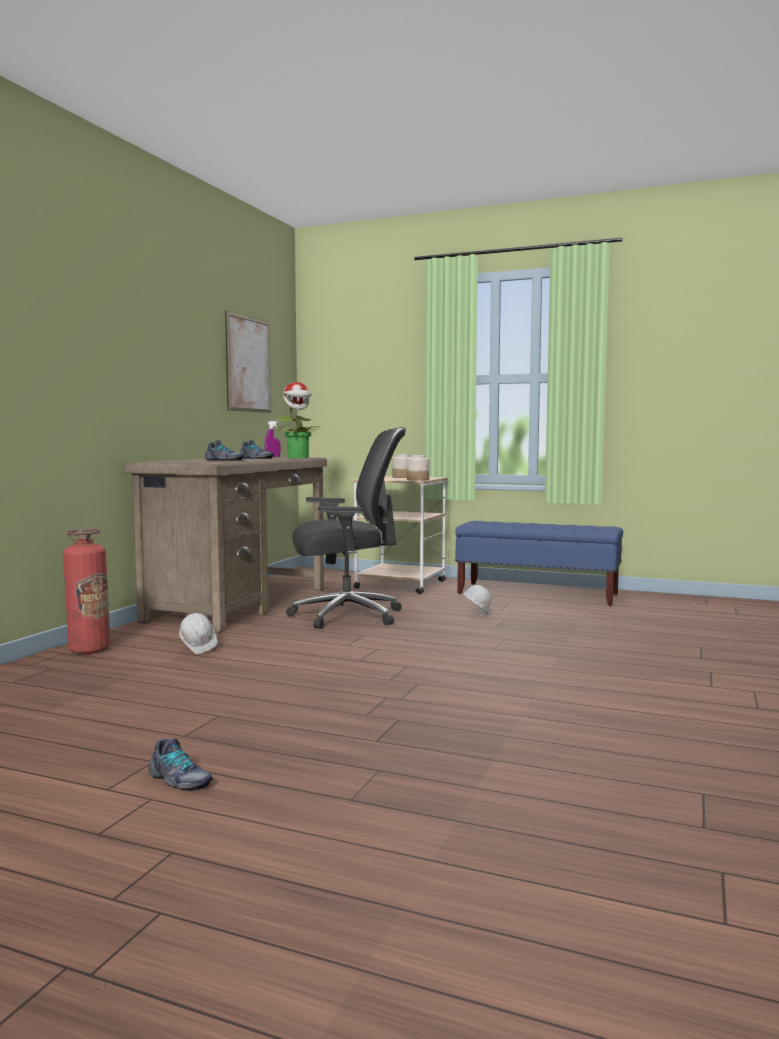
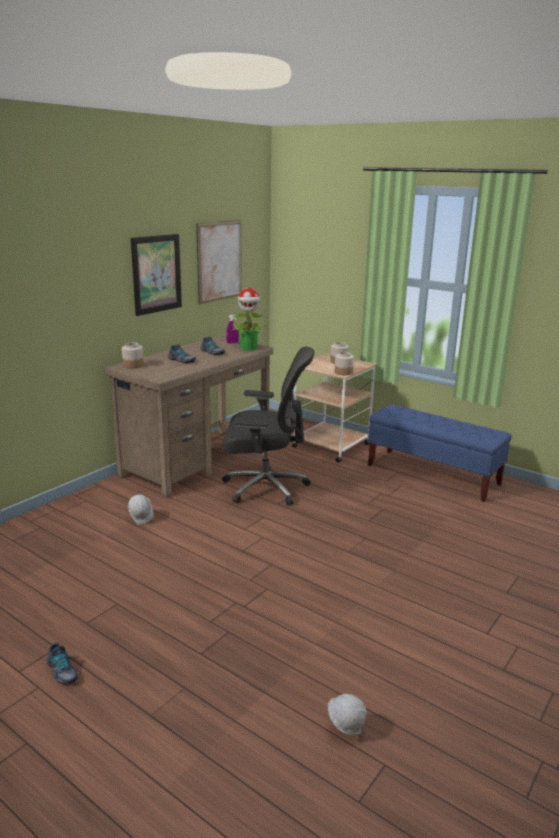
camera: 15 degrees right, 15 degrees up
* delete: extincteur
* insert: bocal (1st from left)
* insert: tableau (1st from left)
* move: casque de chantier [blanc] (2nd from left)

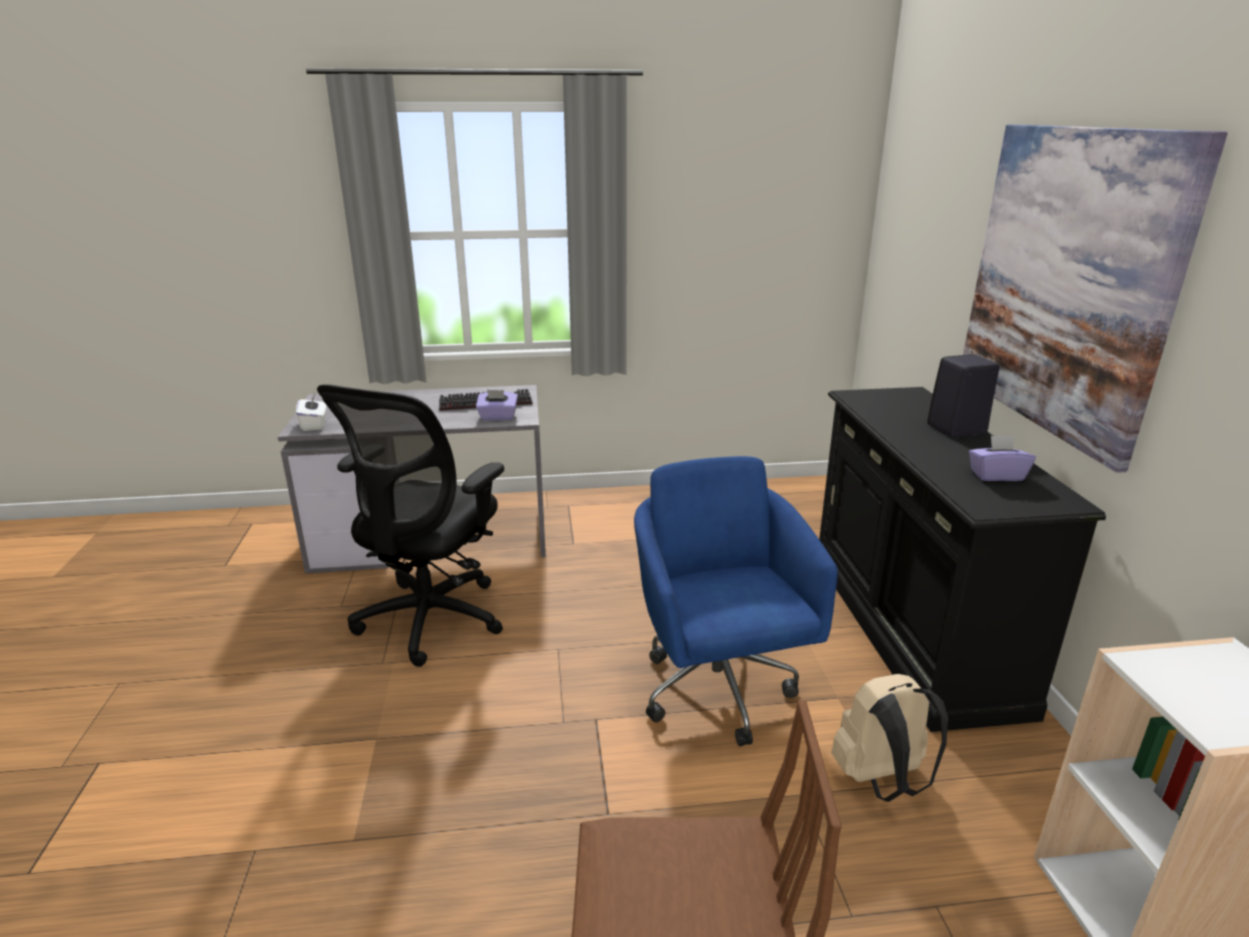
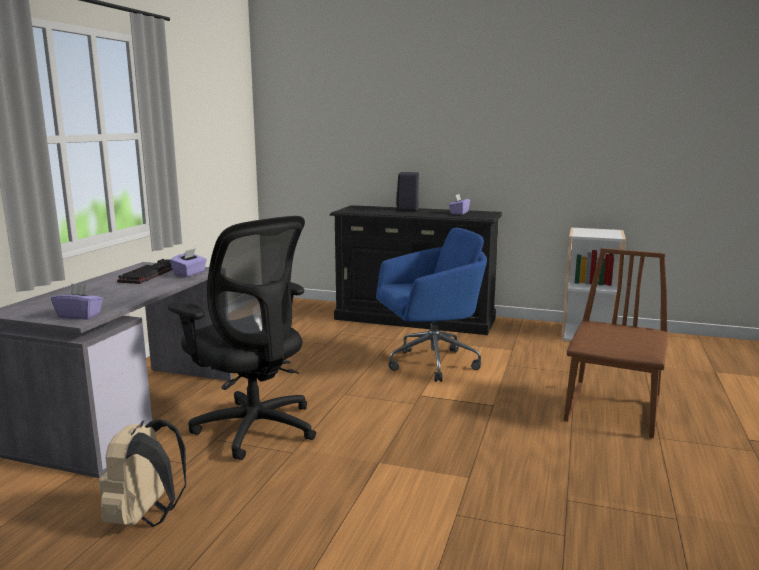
camera: 65 degrees left, 10 degrees down
* delete: tableau
* move: sac à dos [beige]
* recolor: boîte à mouchoirs [blanc] to boîte à mouchoirs [violet] (1st from left)
* rotate: chaise de bureau [bleu] 150 degrees clockwise

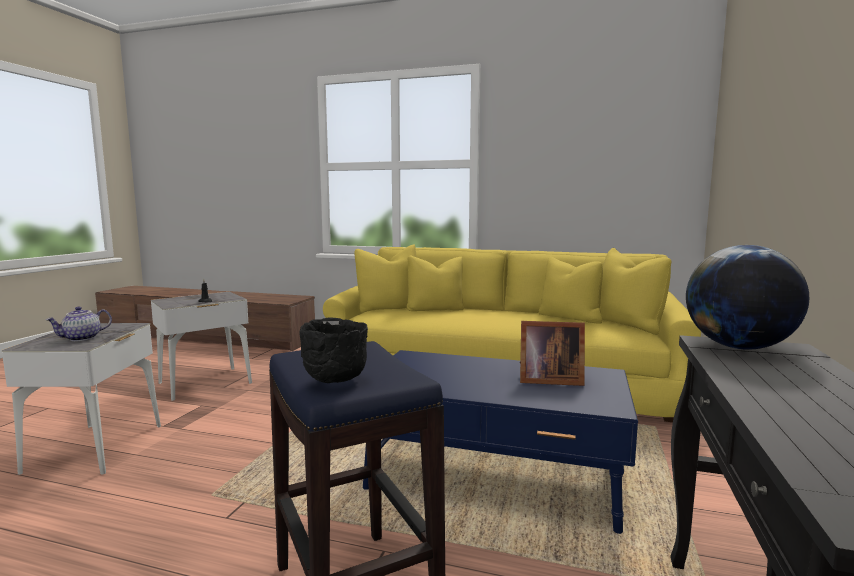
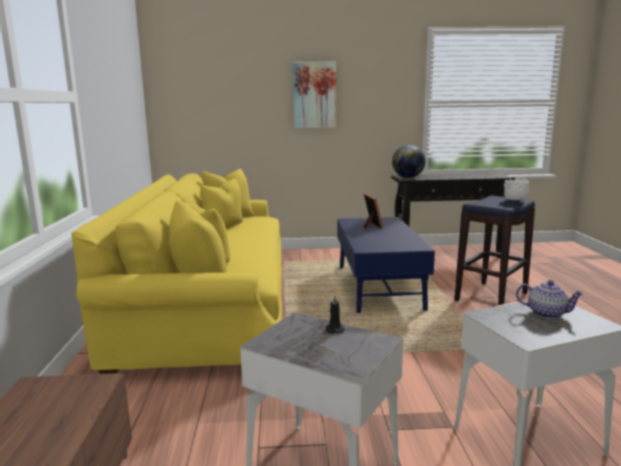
camera: 110 degrees left, 5 degrees up
* insert: tableau
* recolor: bol [noir] to bol [blanc]

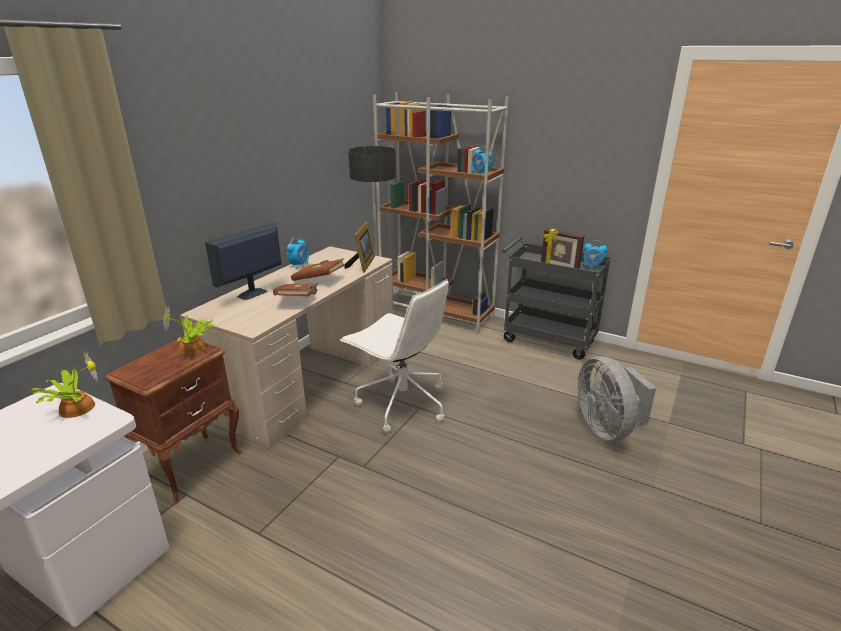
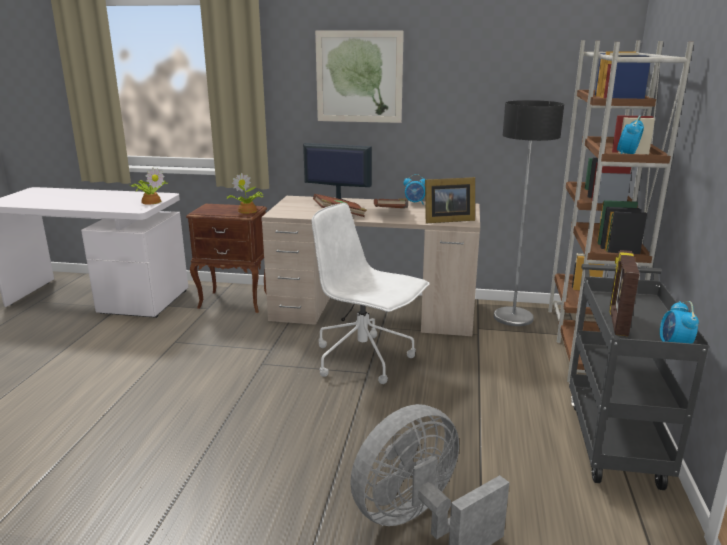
camera: 70 degrees right, 5 degrees down
* insert: tableau
* rotate: chaise de bureau [blanc] 105 degrees clockwise

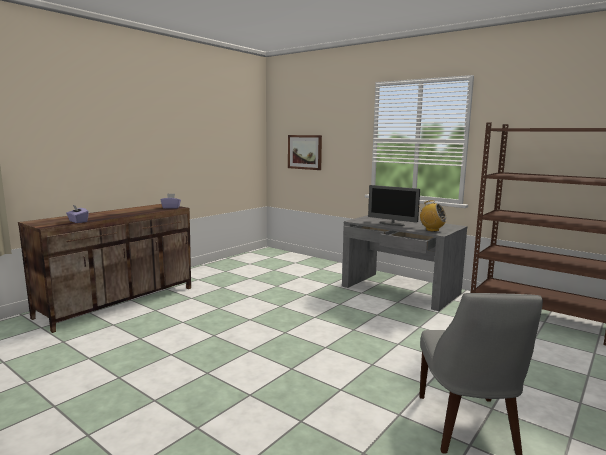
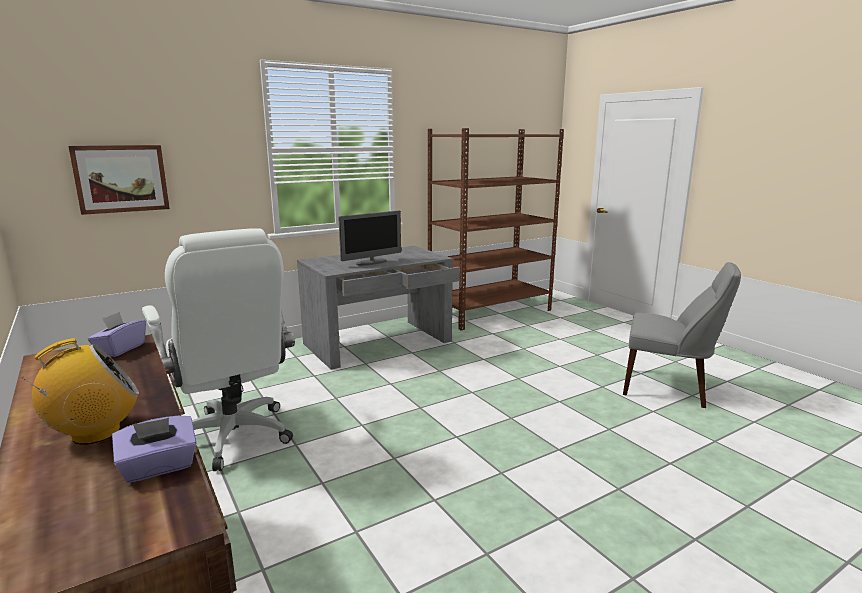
camera: 70 degrees left, 5 degrees up
* insert: chaise de bureau [blanc]
* move: radio

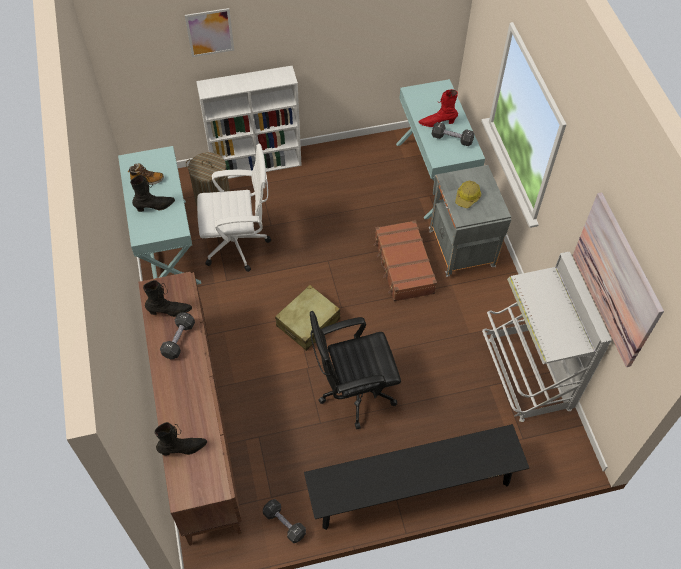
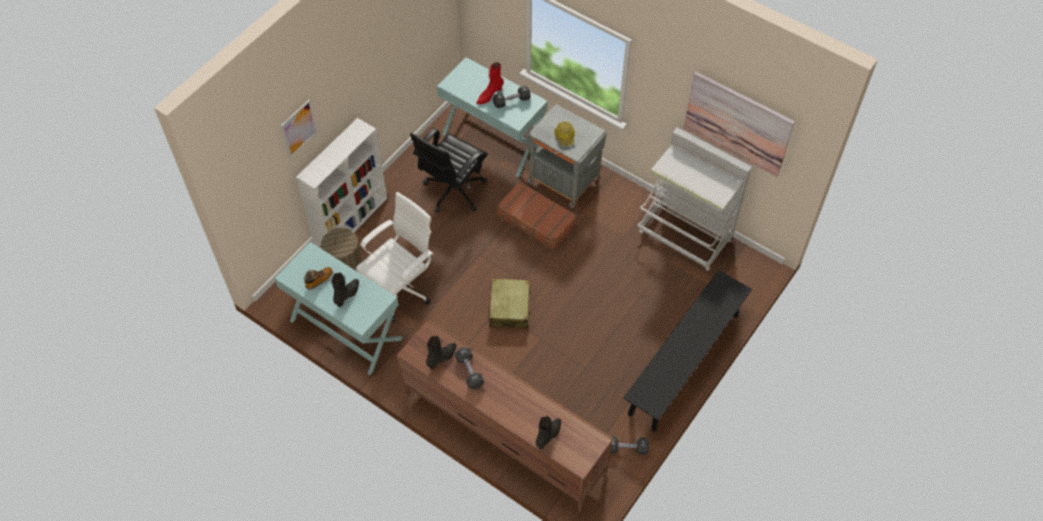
camera: 40 degrees left, 0 degrees up
* move: chaise de bureau [noir]

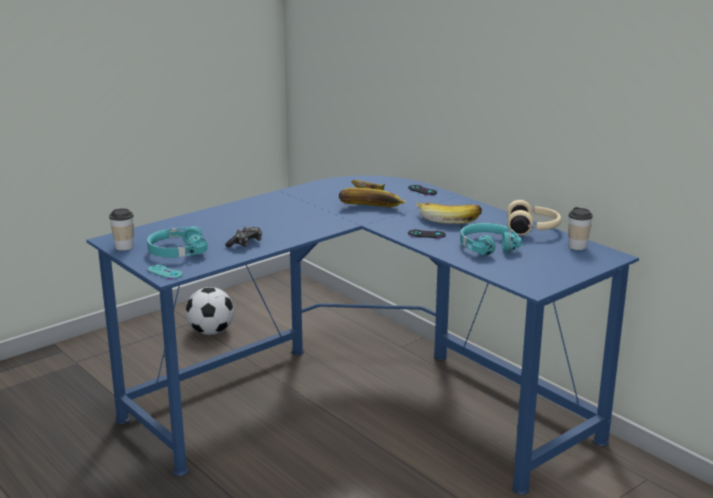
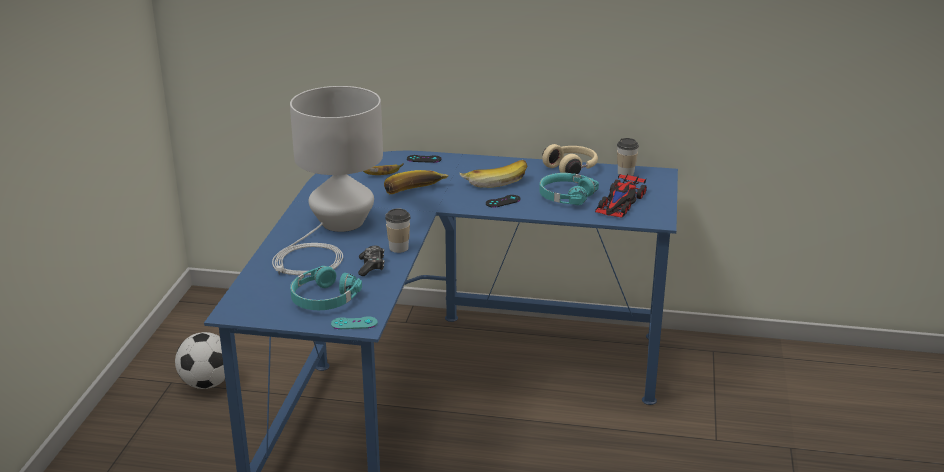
camera: 40 degrees left, 5 degrees up
* insert: lampe de table [gris]
* insert: petite voiture
* move: tasse (1st from left)

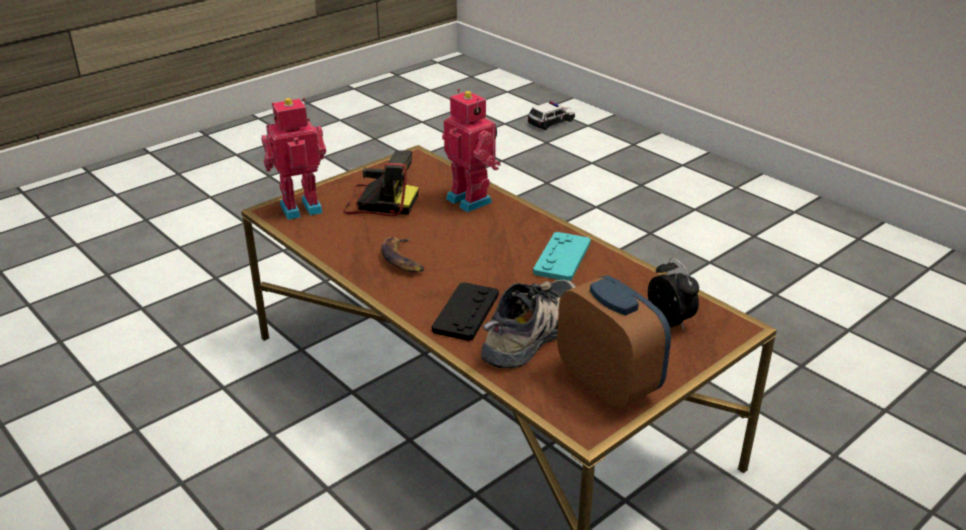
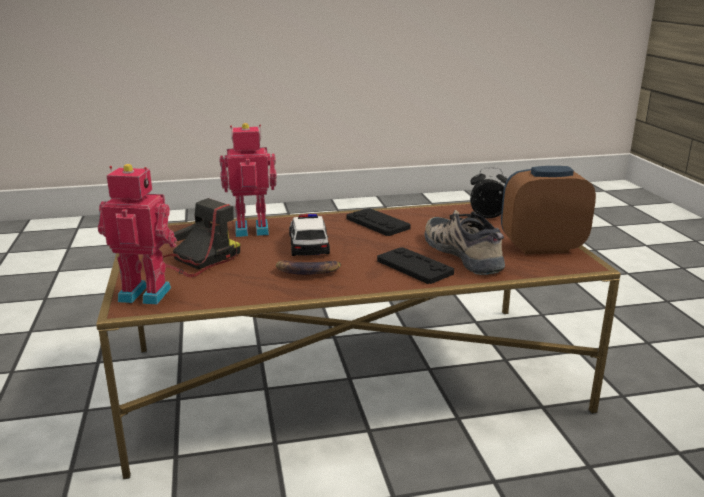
camera: 60 degrees left, 10 degrees down
* move: petite voiture
* recolor: manette [turquoise] to manette [noir] (1st from left)
* rotate: robot jouet (1st from left) 90 degrees clockwise

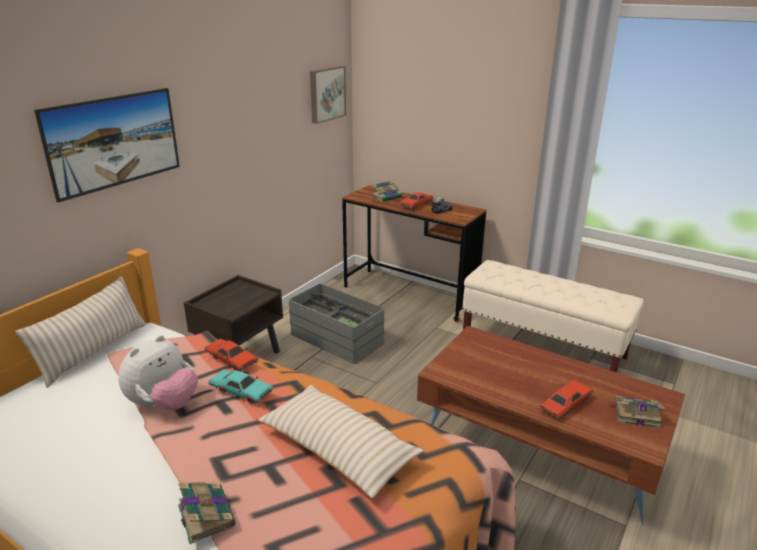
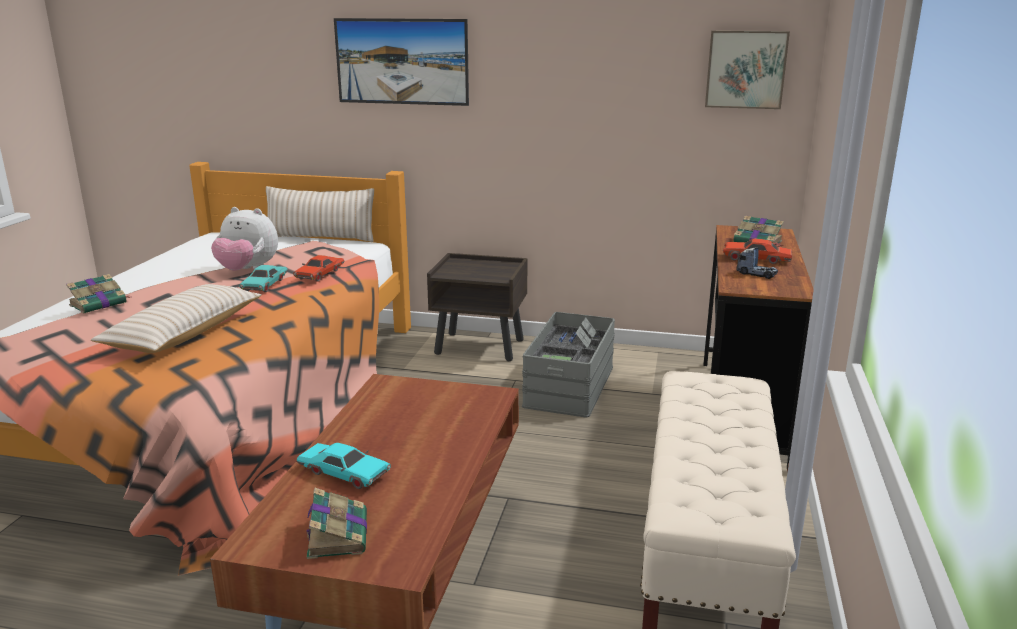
camera: 70 degrees right, 5 degrees down
* recolor: petite voiture [rouge] (3rd from left) to petite voiture [turquoise] (2nd from left)

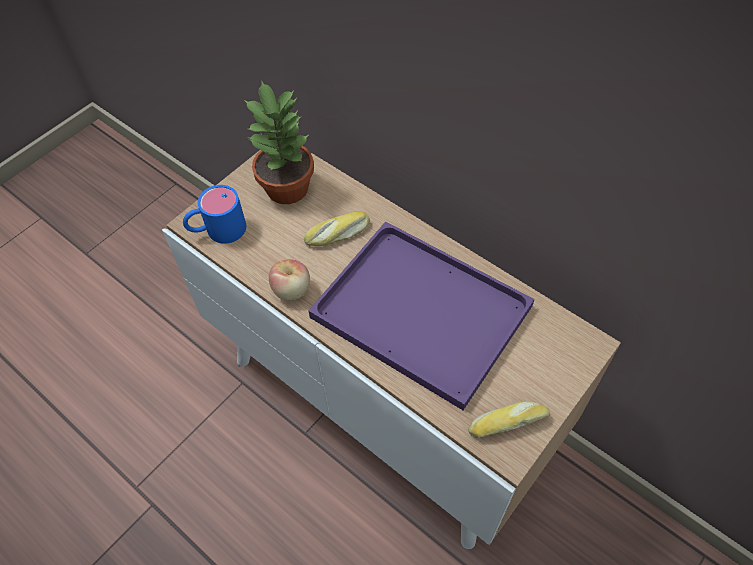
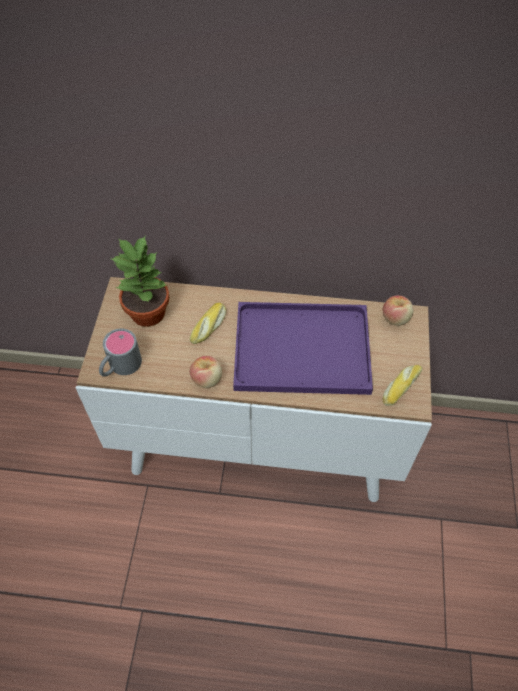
camera: 35 degrees left, 0 degrees up
* insert: pomme (2nd from left)
* recolor: mug [bleu] to mug [gris]

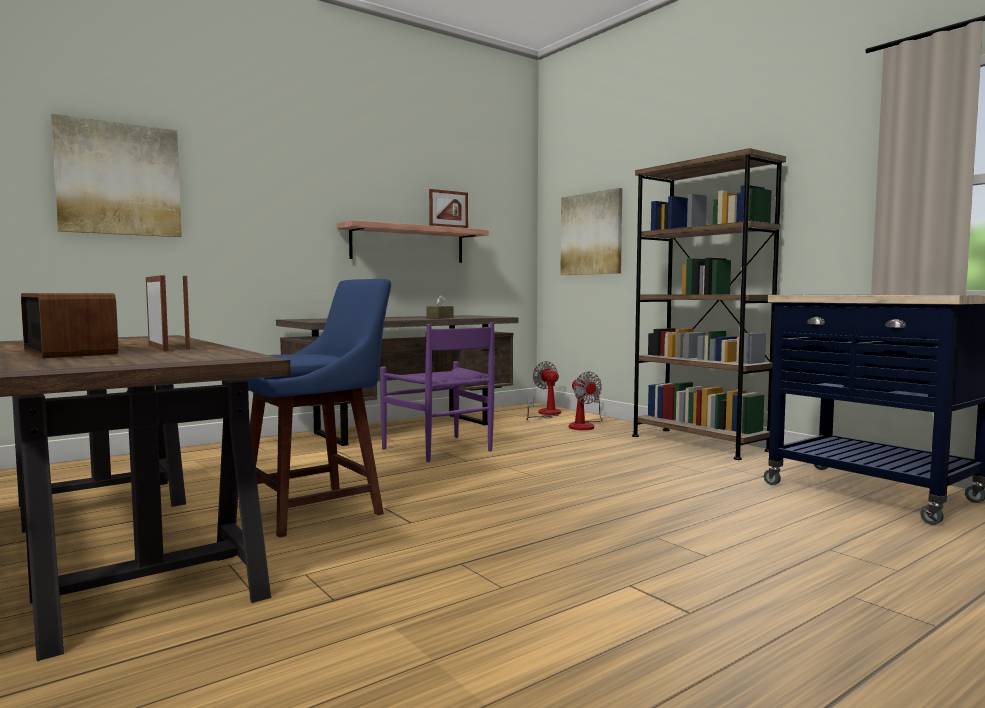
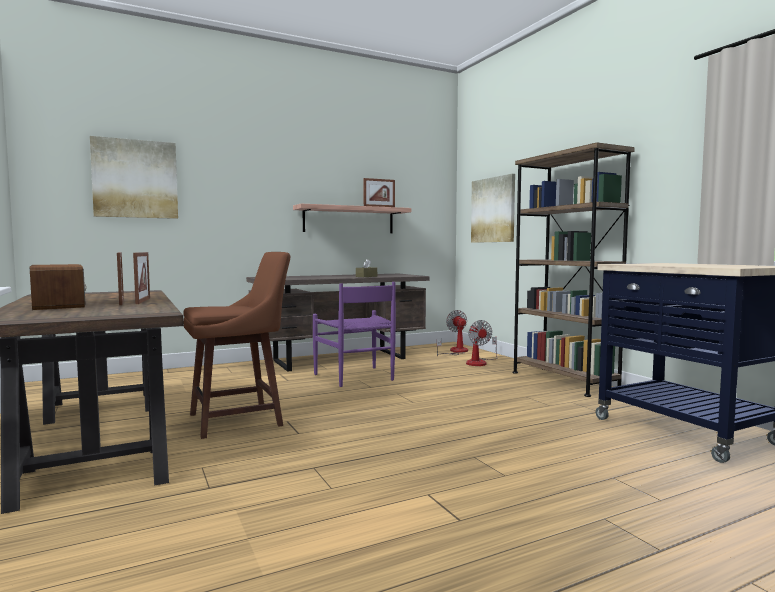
camera: 10 degrees right, 0 degrees up
* recolor: tabouret [bleu] to tabouret [marron]

